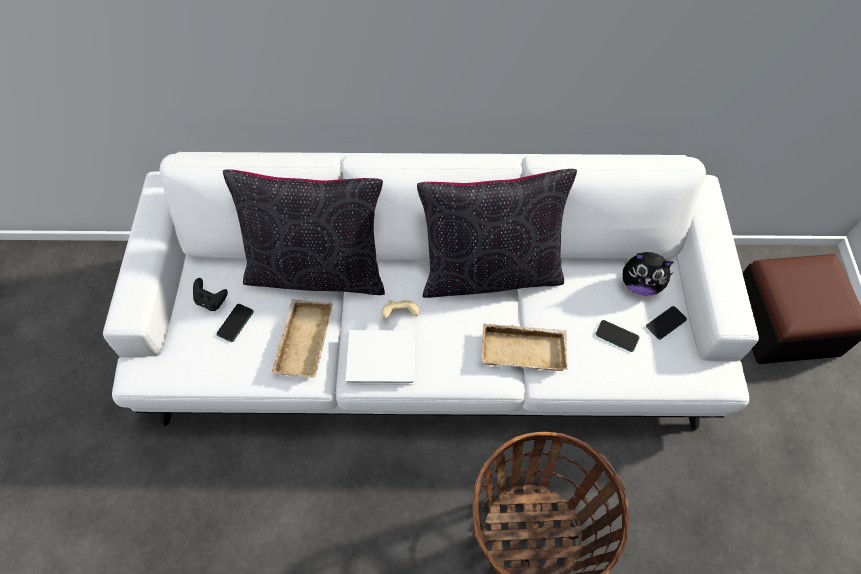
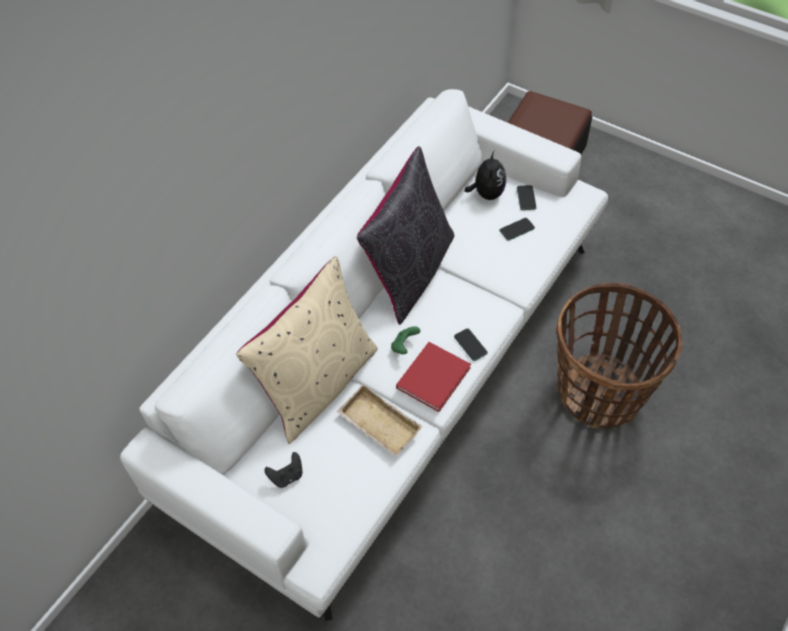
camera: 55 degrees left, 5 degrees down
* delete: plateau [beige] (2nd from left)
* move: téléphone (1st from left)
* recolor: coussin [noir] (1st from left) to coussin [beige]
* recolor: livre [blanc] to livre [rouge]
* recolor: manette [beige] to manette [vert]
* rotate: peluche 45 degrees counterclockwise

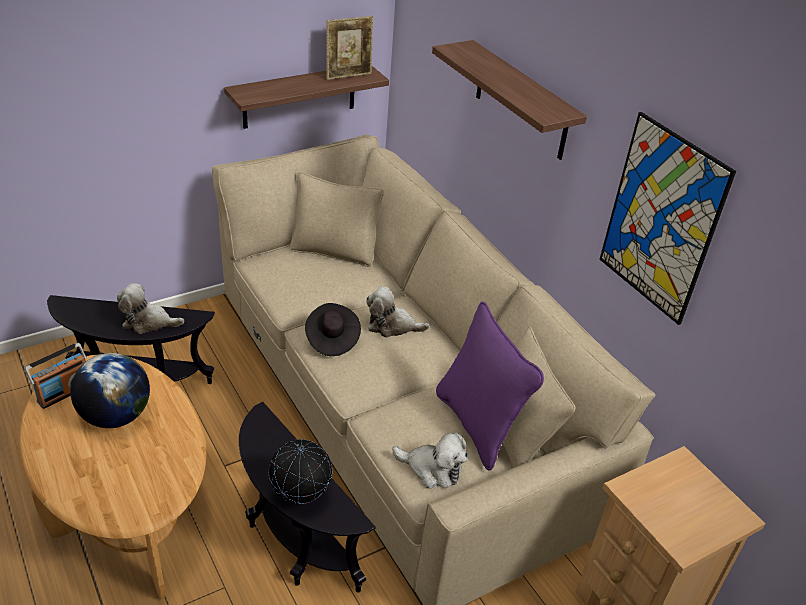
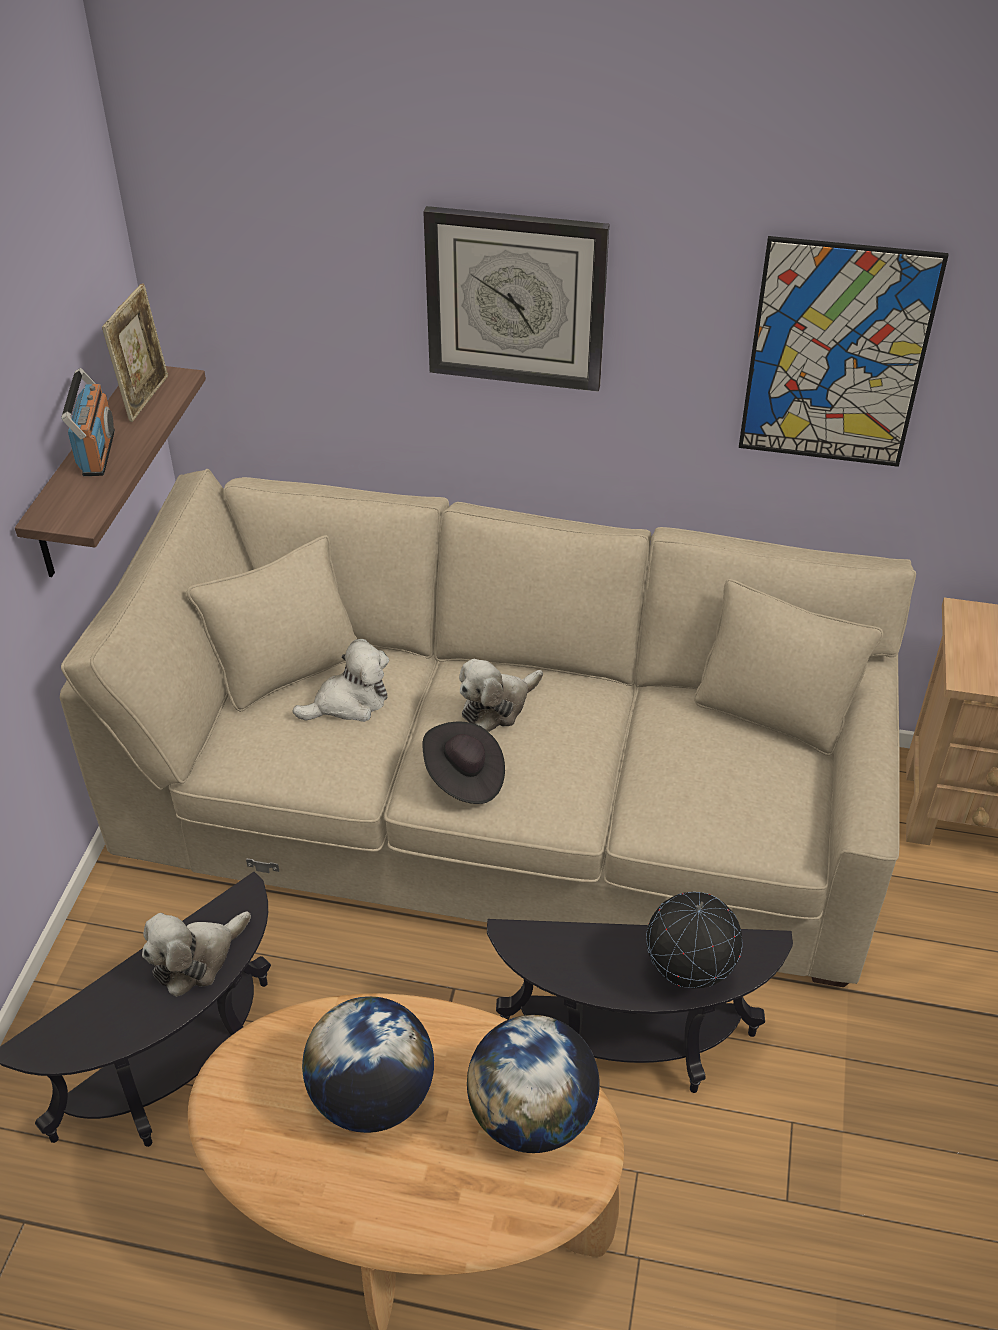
camera: 45 degrees left, 5 degrees up
* delete: coussin [violet]
* insert: globe (2nd from left)
* move: radio
* move: peluche (3rd from left in the first image) to peluche (2nd from left)
* replace: étagère (2nd from left) to horloge murale

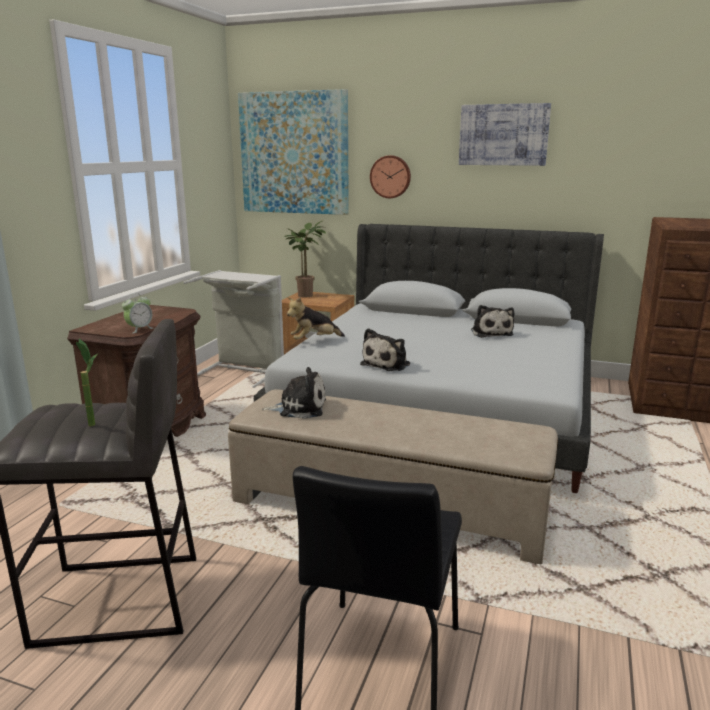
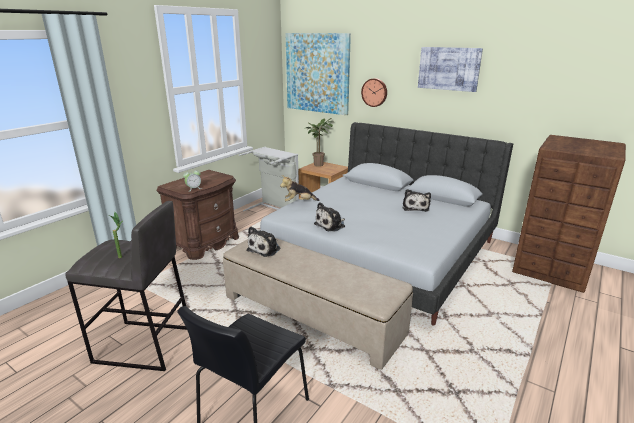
camera: 15 degrees right, 5 degrees up
* rotate: peluche (1st from left) 105 degrees clockwise

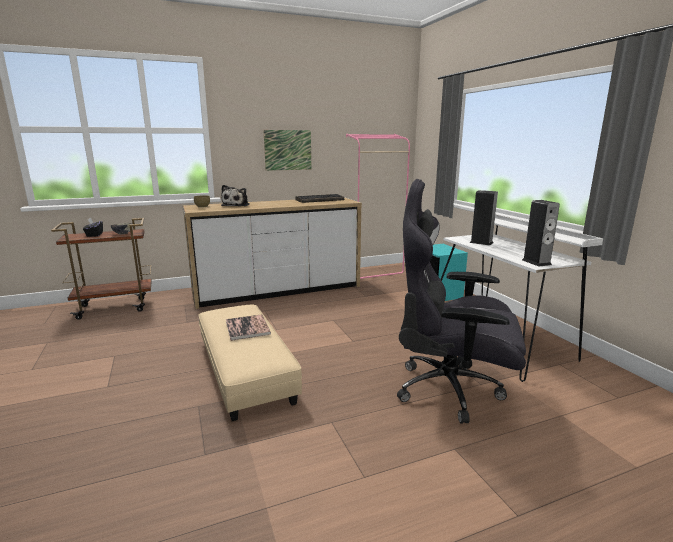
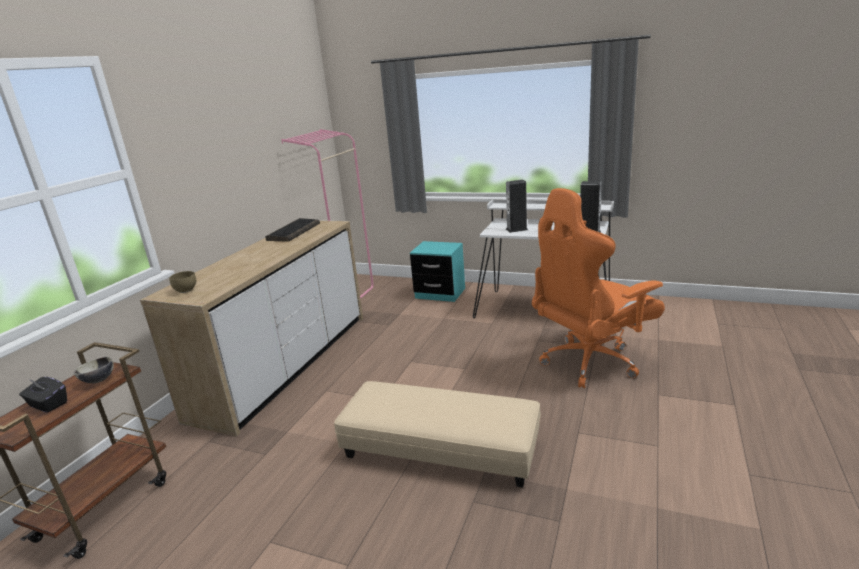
camera: 45 degrees left, 5 degrees up
* delete: peluche
* delete: livre
* delete: tableau
* recolor: chaise de bureau [noir] to chaise de bureau [orange]

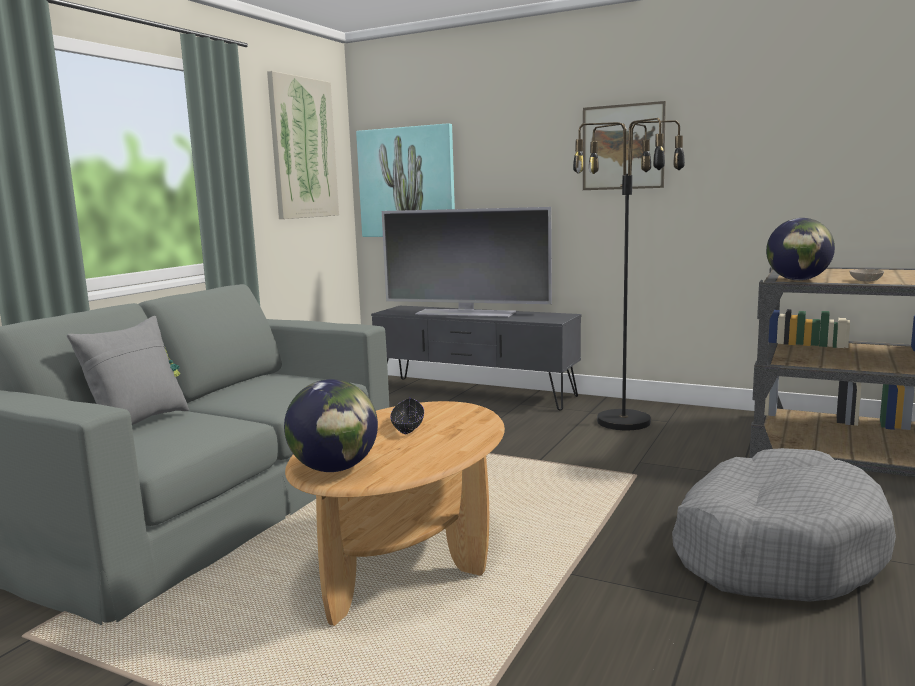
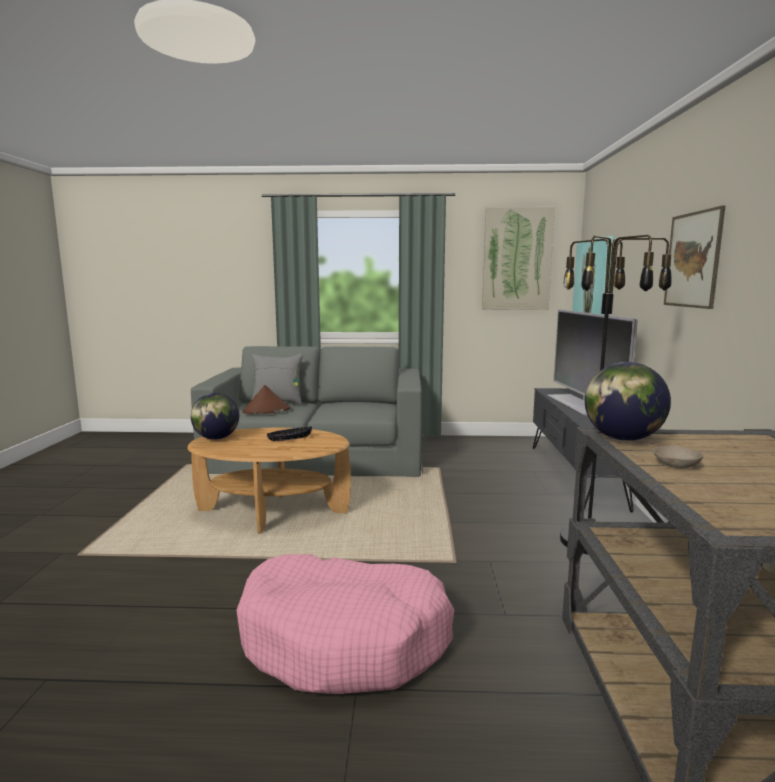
camera: 65 degrees right, 0 degrees up
* insert: chapeau [marron]
* recolor: panier pour chien [gris] to panier pour chien [rose]

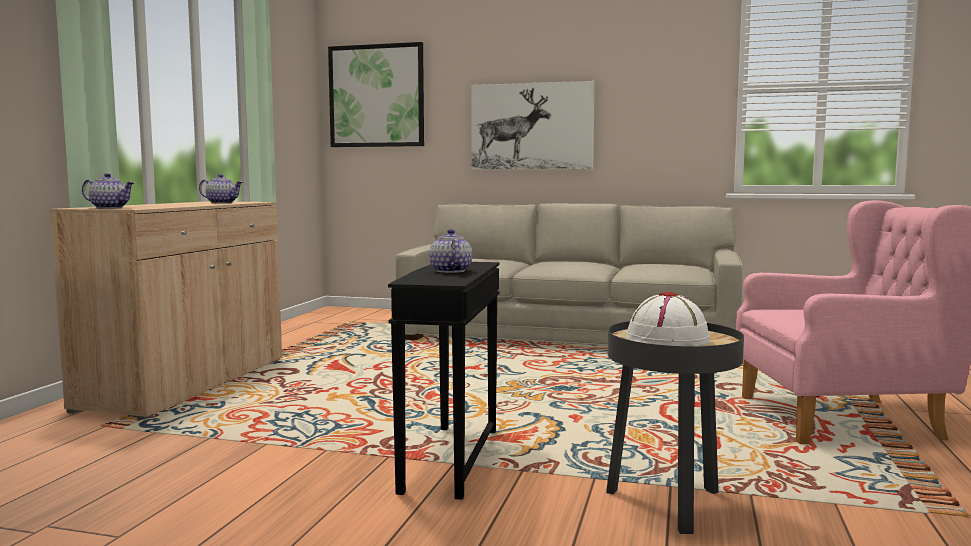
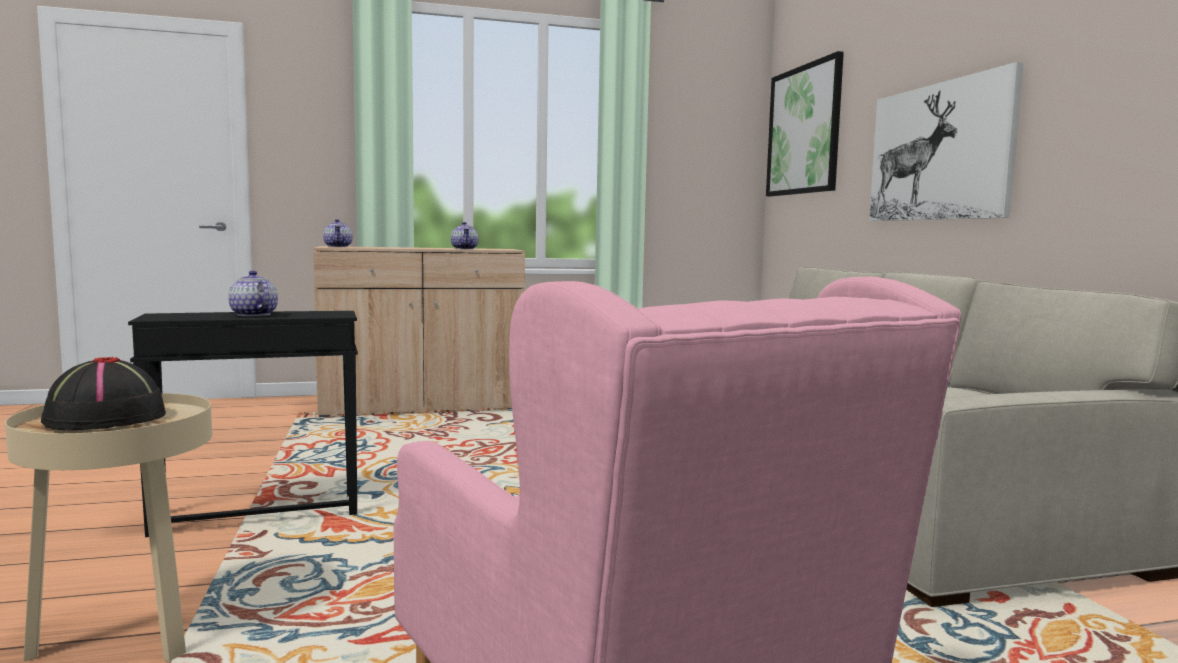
camera: 60 degrees right, 0 degrees up
* recolor: table d'appoint [noir] (2nd from left) to table d'appoint [beige]
* recolor: chapeau [blanc] to chapeau [noir]
* rotate: théière (3rd from left in the first image) 90 degrees counterclockwise

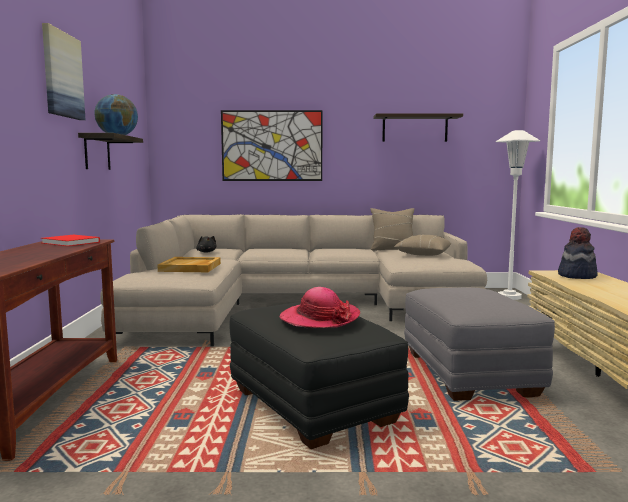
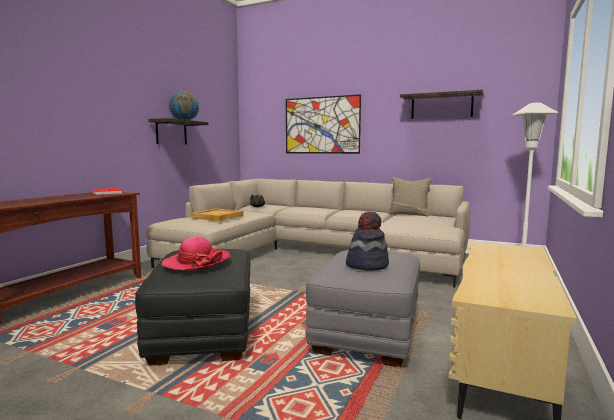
camera: 25 degrees right, 0 degrees up
* delete: tableau (1st from left)
* delete: coussin [beige] (2nd from left)
* move: chapeau (2nd from left)

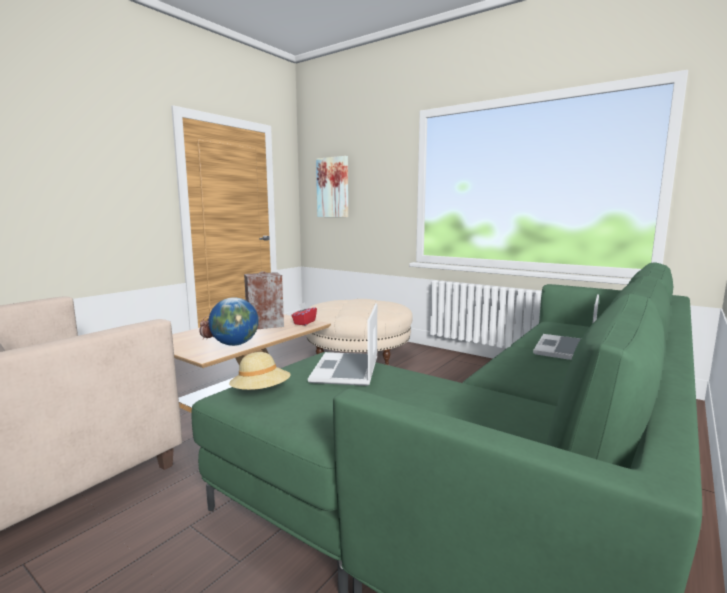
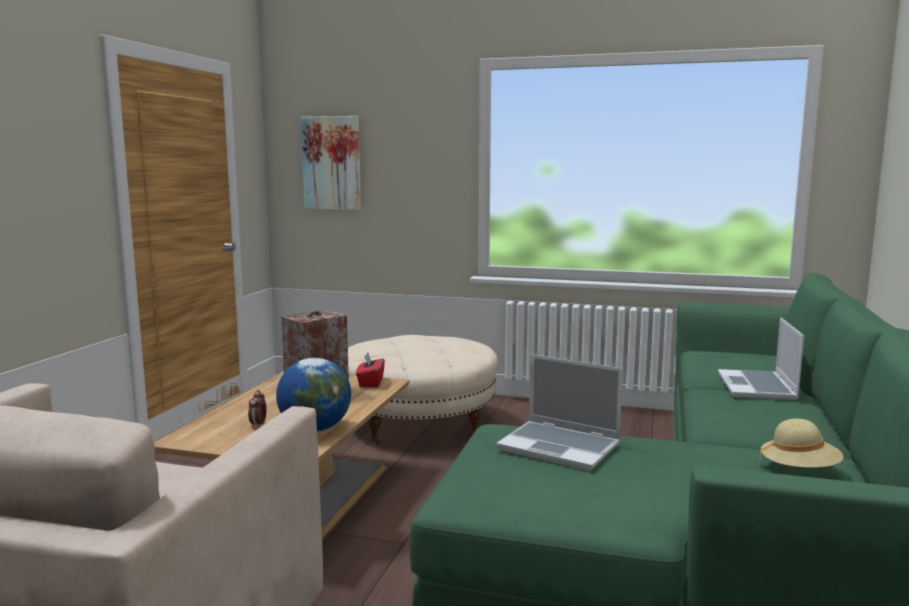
camera: 20 degrees left, 0 degrees up
* move: chapeau [beige]
* rotate: ordinateur portable (1st from left) 45 degrees counterclockwise

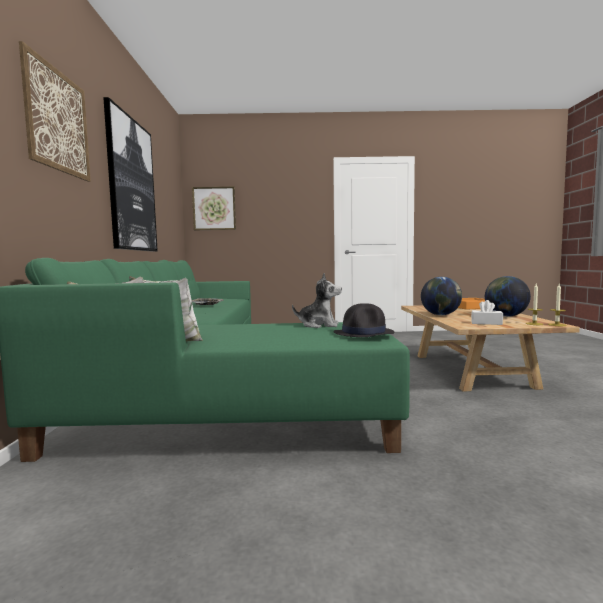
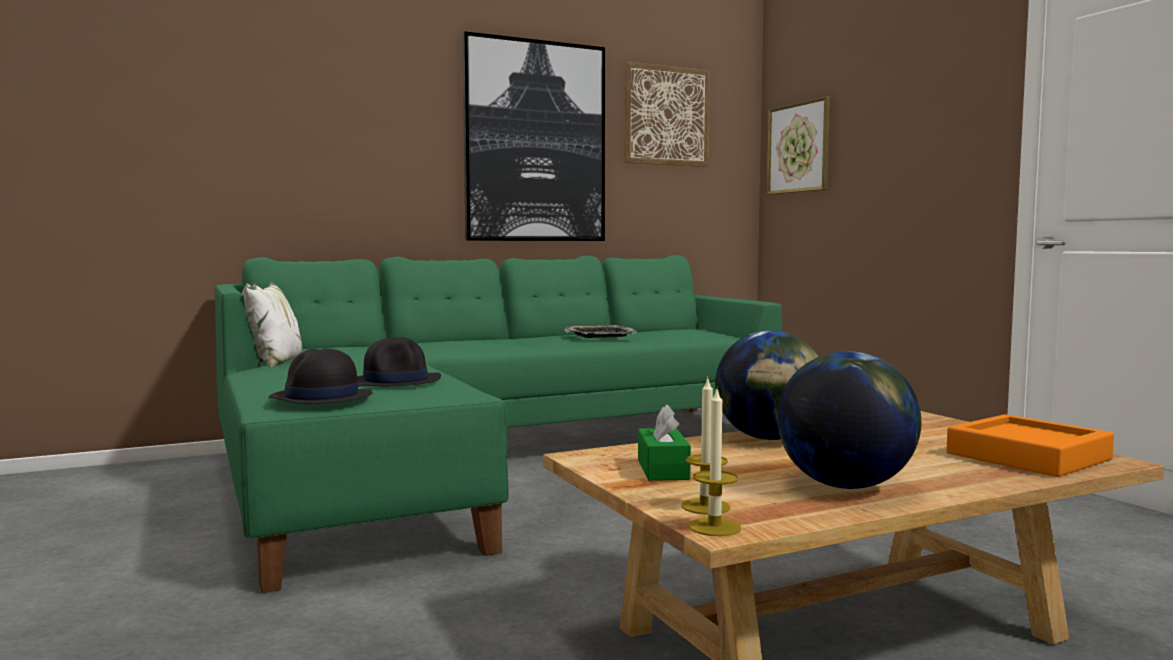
camera: 65 degrees right, 0 degrees up
* move: tableau (1st from left in the first image) to tableau (2nd from left)
* replace: peluche to chapeau [noir] (2nd from left)
* recolor: boîte à mouchoirs [blanc] to boîte à mouchoirs [vert]

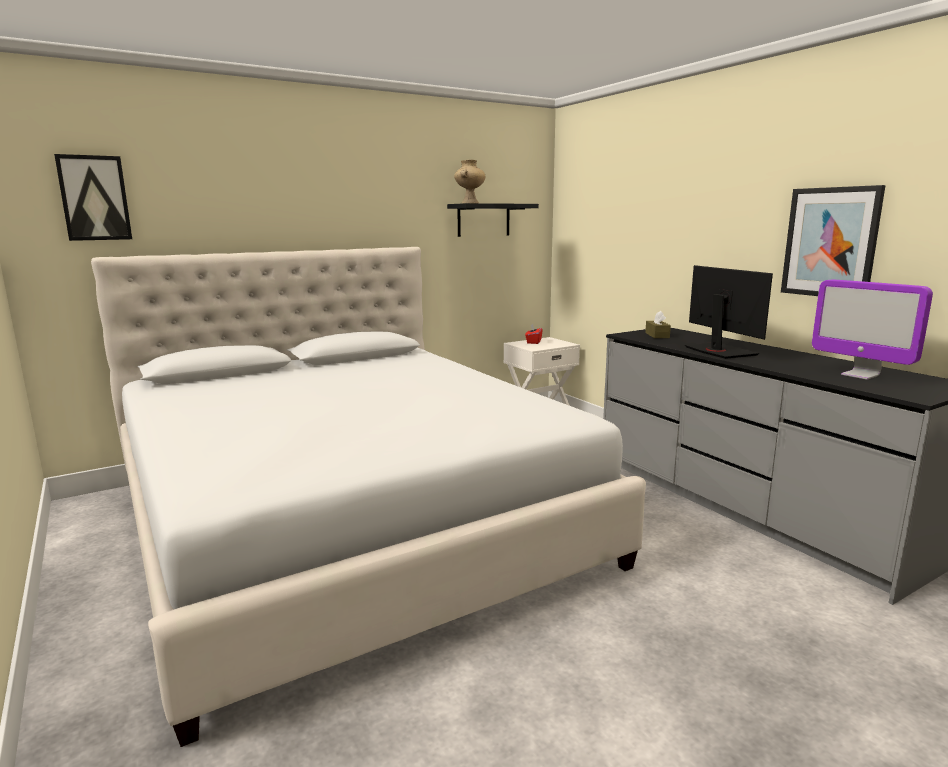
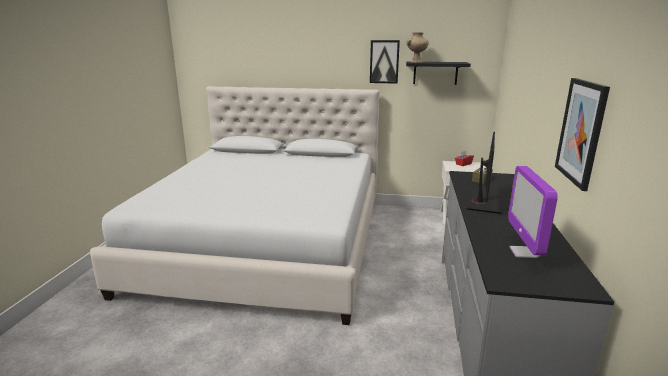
camera: 40 degrees right, 5 degrees up
* move: tableau (1st from left)

